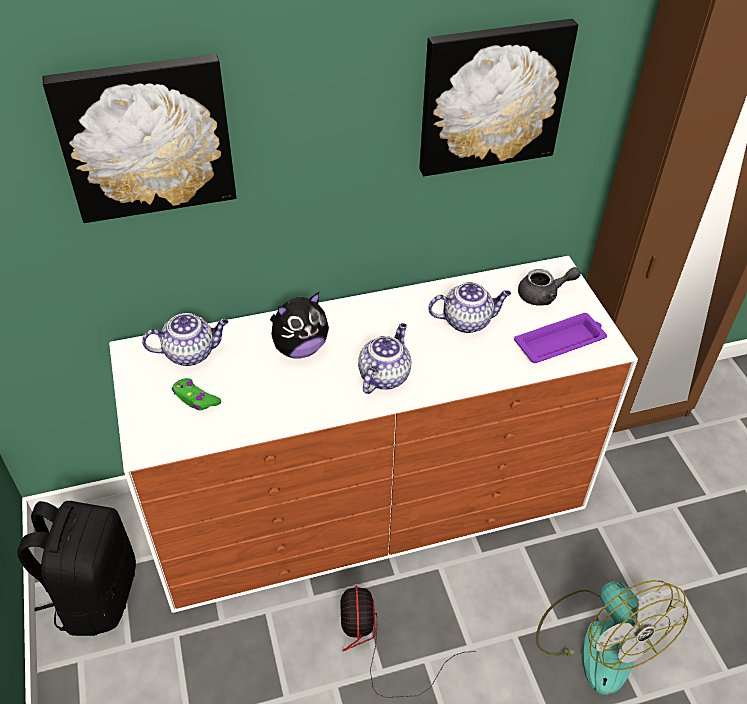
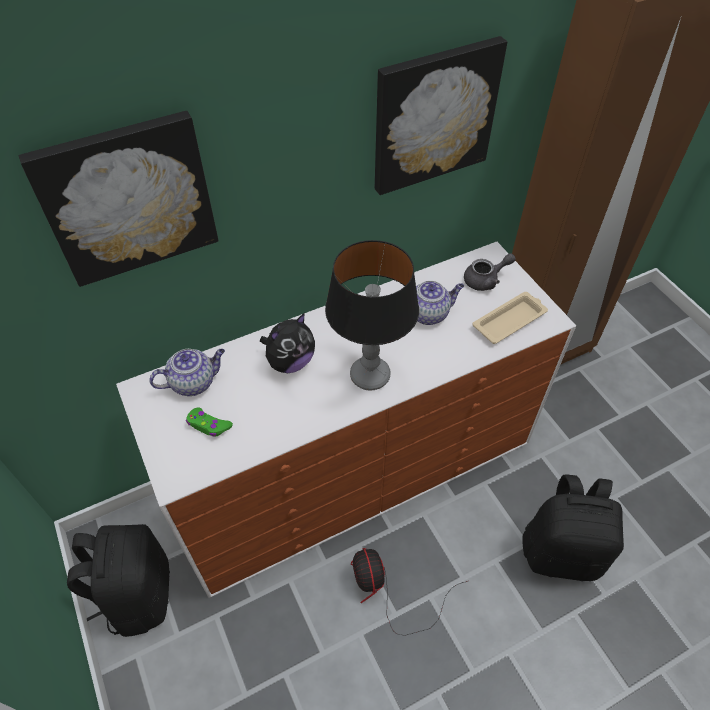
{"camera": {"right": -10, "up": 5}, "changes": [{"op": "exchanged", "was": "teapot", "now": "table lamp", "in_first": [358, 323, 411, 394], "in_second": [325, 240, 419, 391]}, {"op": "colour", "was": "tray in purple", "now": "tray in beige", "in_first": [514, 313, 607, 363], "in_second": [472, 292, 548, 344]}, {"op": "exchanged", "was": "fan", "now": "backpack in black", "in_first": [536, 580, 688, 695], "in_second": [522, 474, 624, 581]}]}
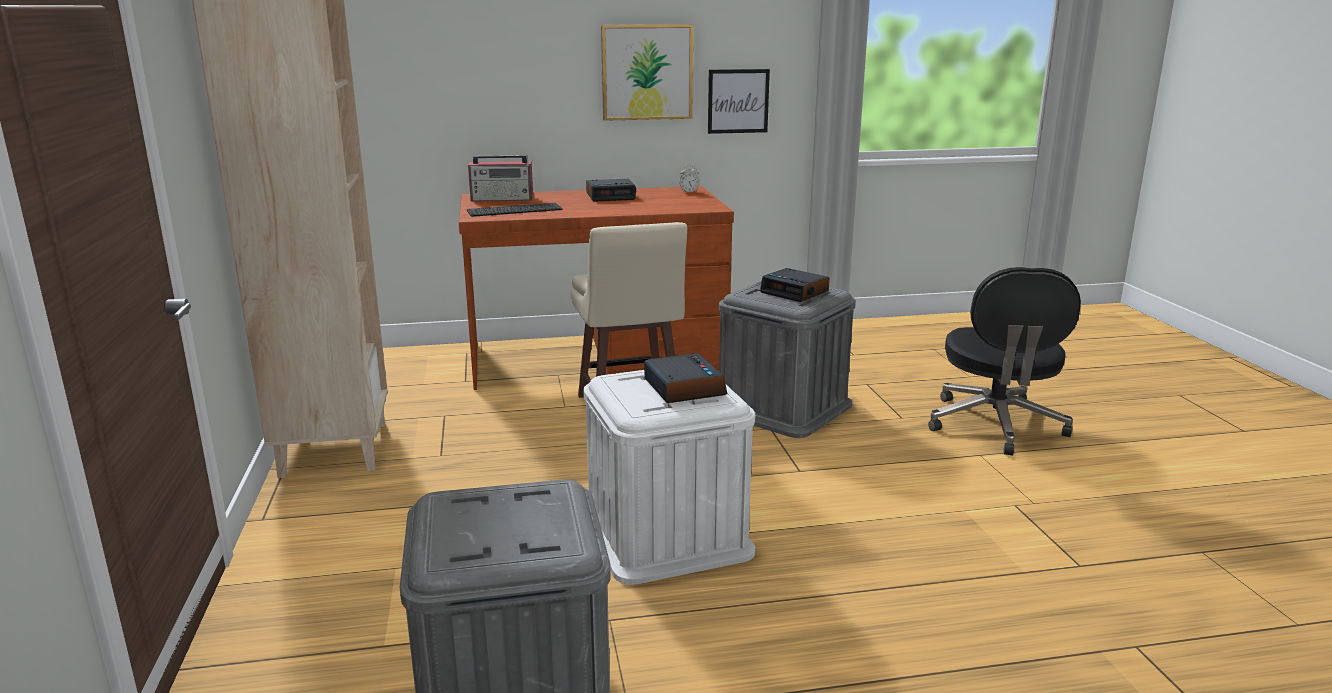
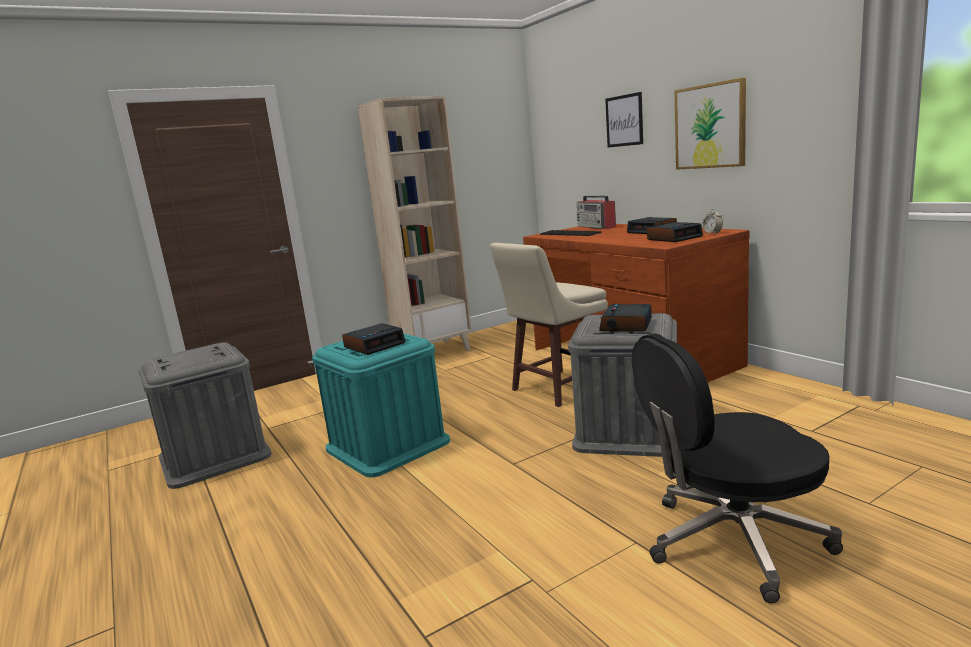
{"camera": {"right": 70, "up": -5}, "changes": [{"op": "colour", "was": "storage box in white", "now": "storage box in turquoise", "in_first": [583, 370, 755, 585], "in_second": [312, 333, 450, 477]}, {"op": "relocated", "was": "picture", "in_first": [708, 69, 770, 134], "in_second": [605, 92, 643, 148]}, {"op": "appeared", "now": "alarm clock", "in_second": [647, 222, 703, 242]}]}
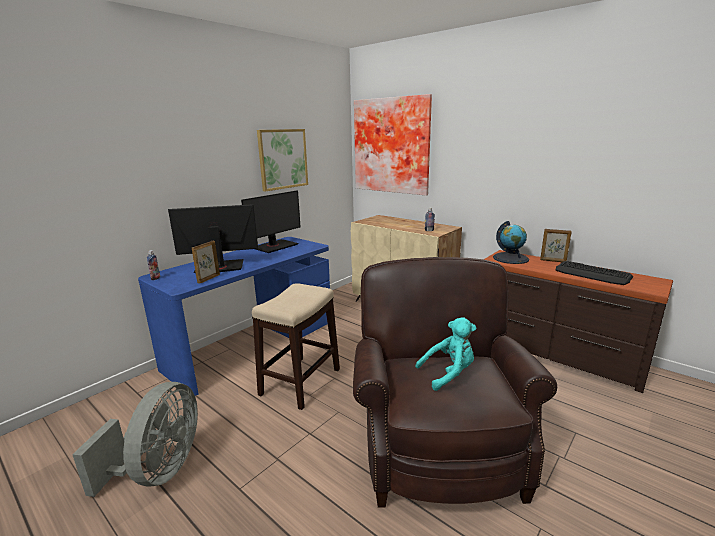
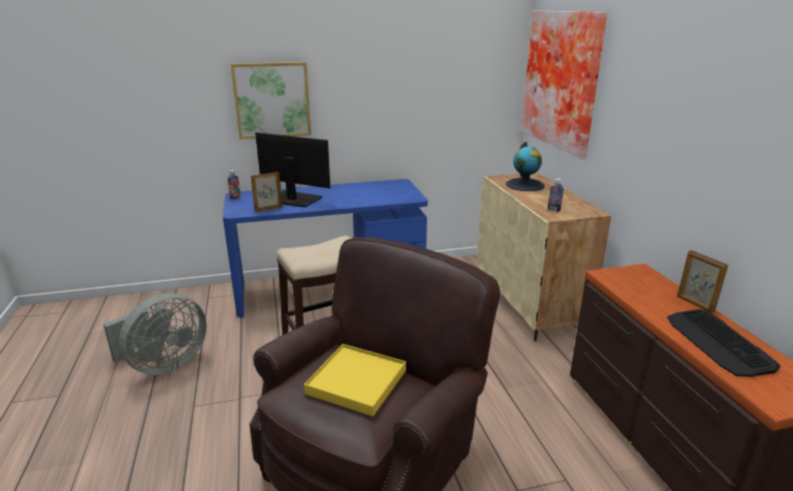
{"camera": {"right": 35, "up": 5}, "changes": [{"op": "relocated", "was": "picture", "in_first": [257, 129, 308, 192], "in_second": [230, 62, 311, 139]}, {"op": "exchanged", "was": "plush toy in turquoise", "now": "tray in yellow", "in_first": [415, 317, 477, 391], "in_second": [304, 344, 406, 416]}, {"op": "relocated", "was": "globe", "in_first": [493, 221, 529, 264], "in_second": [506, 142, 545, 191]}, {"op": "missing", "was": "monitor", "in_first": [241, 190, 301, 253]}]}
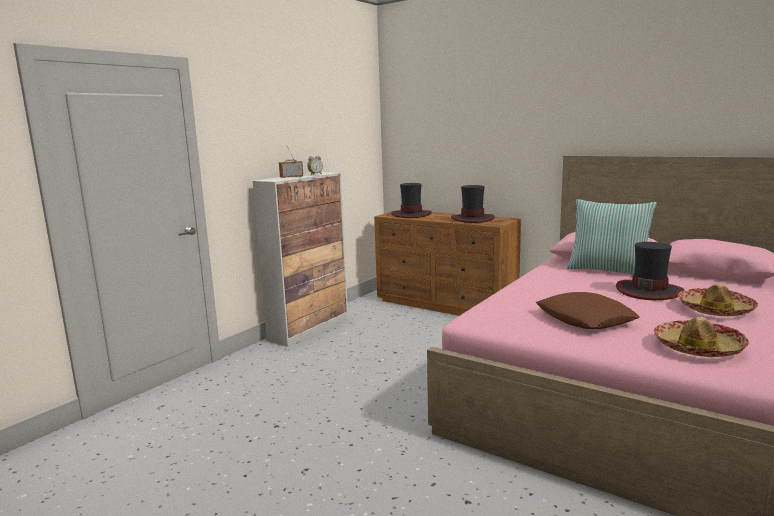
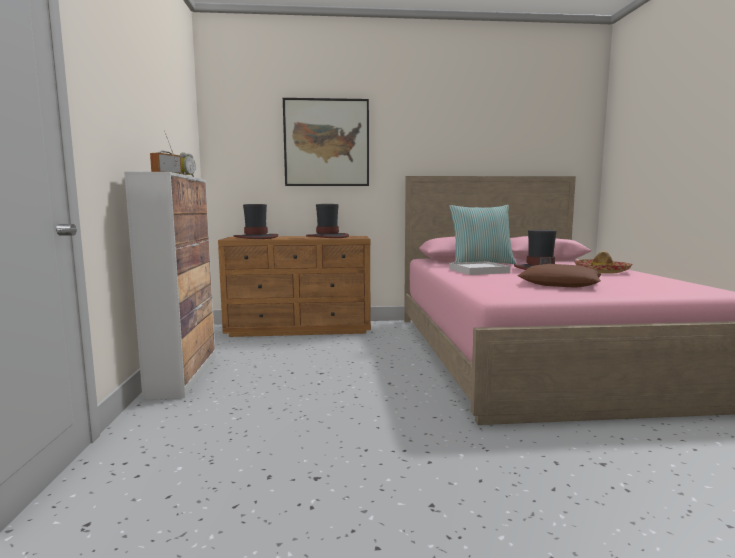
{"camera": {"right": -40, "up": -5}, "changes": [{"op": "appeared", "now": "picture", "in_second": [283, 98, 369, 186]}, {"op": "appeared", "now": "tray in white", "in_second": [449, 261, 511, 275]}, {"op": "missing", "was": "hat", "in_first": [654, 317, 749, 357]}]}
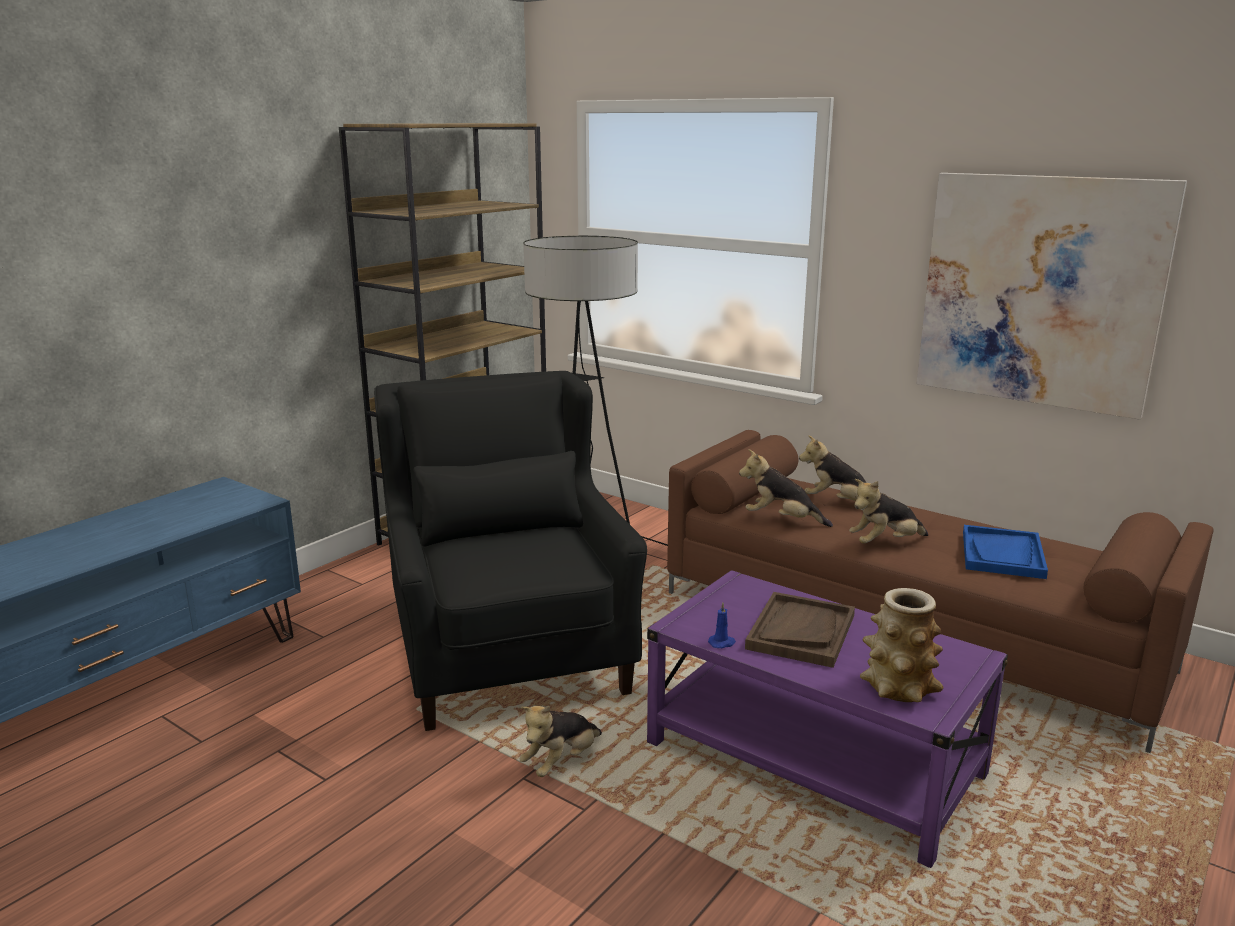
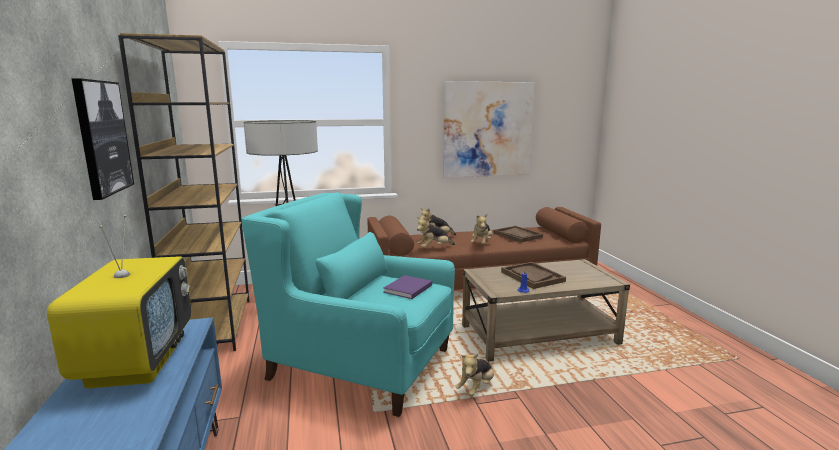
{"camera": {"right": -50, "up": -5}, "changes": [{"op": "appeared", "now": "television", "in_second": [47, 215, 191, 389]}, {"op": "appeared", "now": "picture", "in_second": [71, 78, 134, 200]}, {"op": "colour", "was": "armchair in black", "now": "armchair in turquoise", "in_first": [374, 371, 647, 731], "in_second": [242, 192, 455, 417]}, {"op": "appeared", "now": "book in purple", "in_second": [384, 275, 432, 299]}, {"op": "spun", "was": "plush toy", "in_first": [520, 706, 602, 777], "in_second": [455, 354, 494, 396], "clockwise": 45}, {"op": "colour", "was": "coffee table in purple", "now": "coffee table in beige", "in_first": [647, 570, 1008, 868], "in_second": [462, 259, 630, 361]}, {"op": "colour", "was": "tray in blue", "now": "tray in brown", "in_first": [963, 525, 1048, 579], "in_second": [493, 226, 543, 243]}, {"op": "missing", "was": "vase", "in_first": [860, 588, 943, 702]}]}
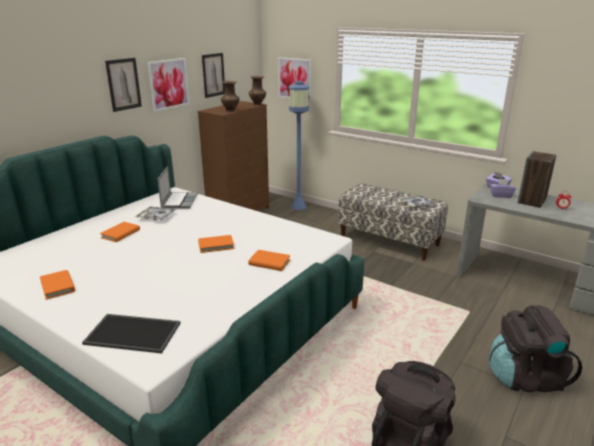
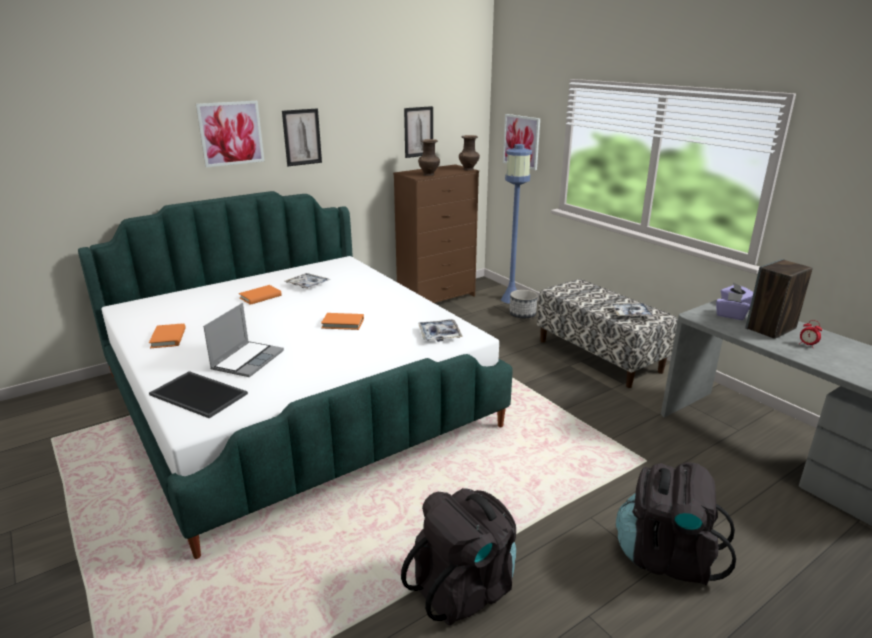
{"camera": {"right": 20, "up": 0}, "changes": [{"op": "relocated", "was": "picture", "in_first": [147, 58, 190, 112], "in_second": [196, 101, 264, 167]}, {"op": "relocated", "was": "laptop", "in_first": [157, 166, 198, 208], "in_second": [203, 303, 284, 377]}, {"op": "appeared", "now": "tray", "in_second": [418, 319, 463, 342]}, {"op": "appeared", "now": "planter", "in_second": [509, 290, 538, 318]}, {"op": "missing", "was": "book in orange", "in_first": [248, 250, 291, 271]}]}
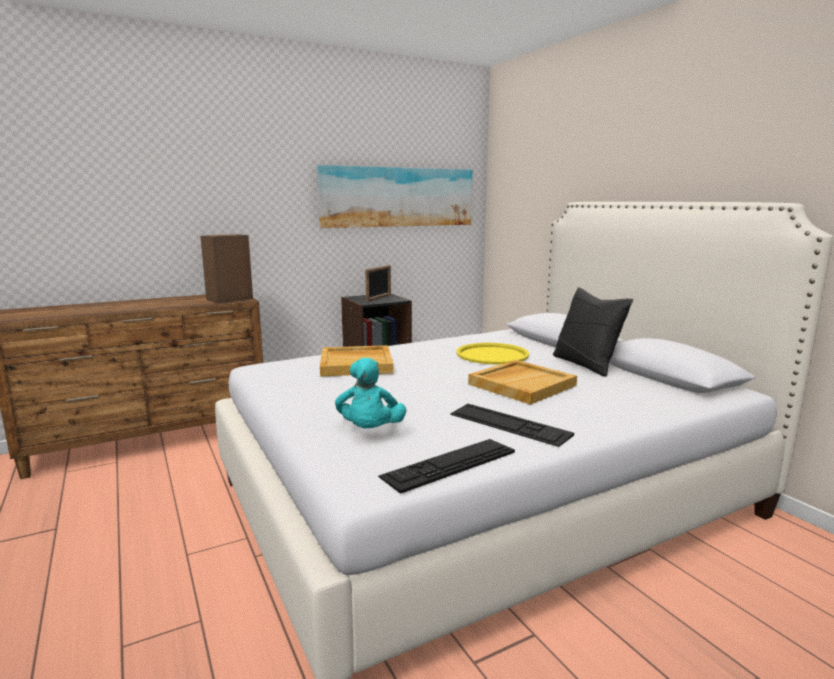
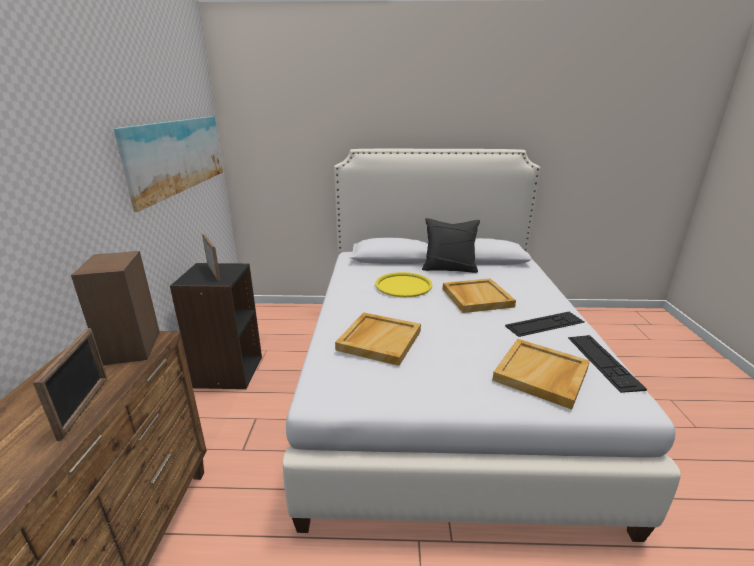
{"camera": {"right": -60, "up": 10}, "changes": [{"op": "appeared", "now": "picture frame", "in_second": [33, 328, 107, 441]}, {"op": "exchanged", "was": "plush toy in turquoise", "now": "tray in beige", "in_first": [335, 358, 406, 428], "in_second": [492, 339, 590, 410]}]}
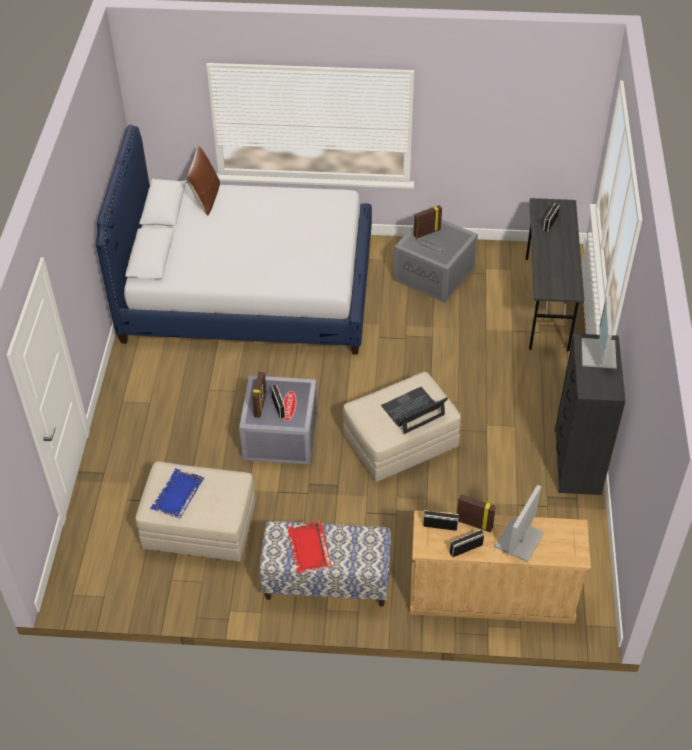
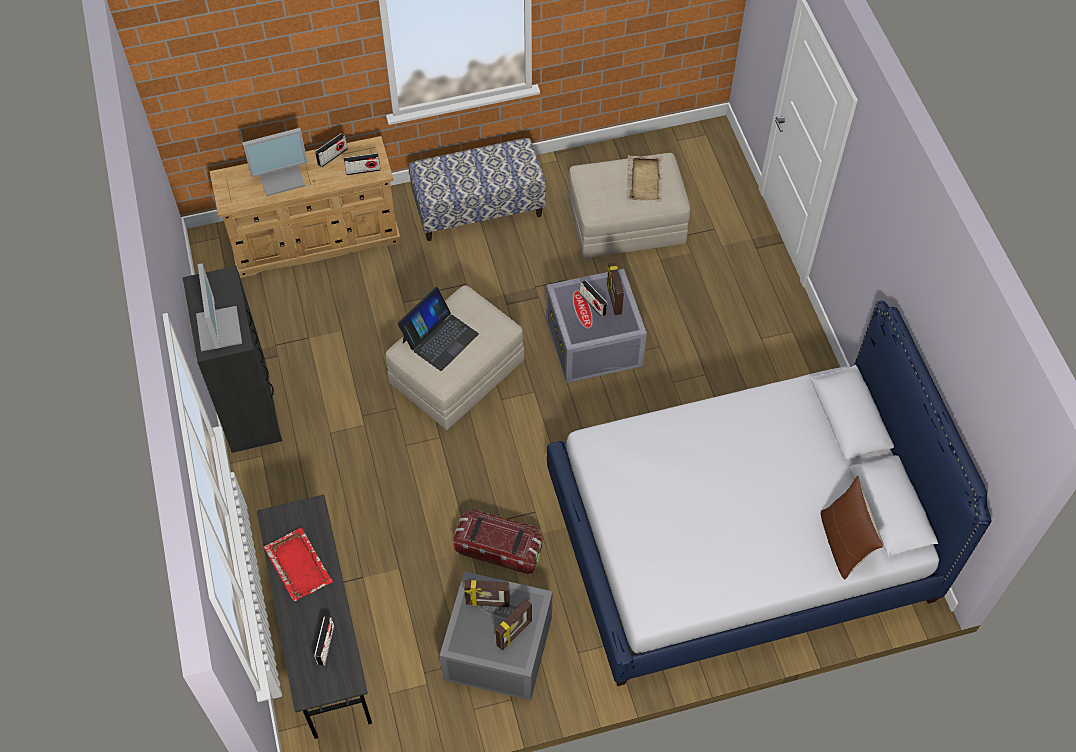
{"camera": {"right": 160, "up": 10}, "changes": [{"op": "spun", "was": "monitor", "in_first": [495, 485, 544, 562], "in_second": [242, 128, 308, 196], "clockwise": 60}, {"op": "relocated", "was": "tray in red", "in_first": [287, 520, 332, 573], "in_second": [264, 527, 333, 601]}, {"op": "appeared", "now": "storage box", "in_second": [453, 509, 542, 574]}, {"op": "relocated", "was": "picture frame", "in_first": [457, 494, 496, 533], "in_second": [464, 580, 510, 607]}, {"op": "colour", "was": "tray in blue", "now": "tray in beige", "in_first": [150, 468, 205, 519], "in_second": [627, 155, 663, 202]}]}
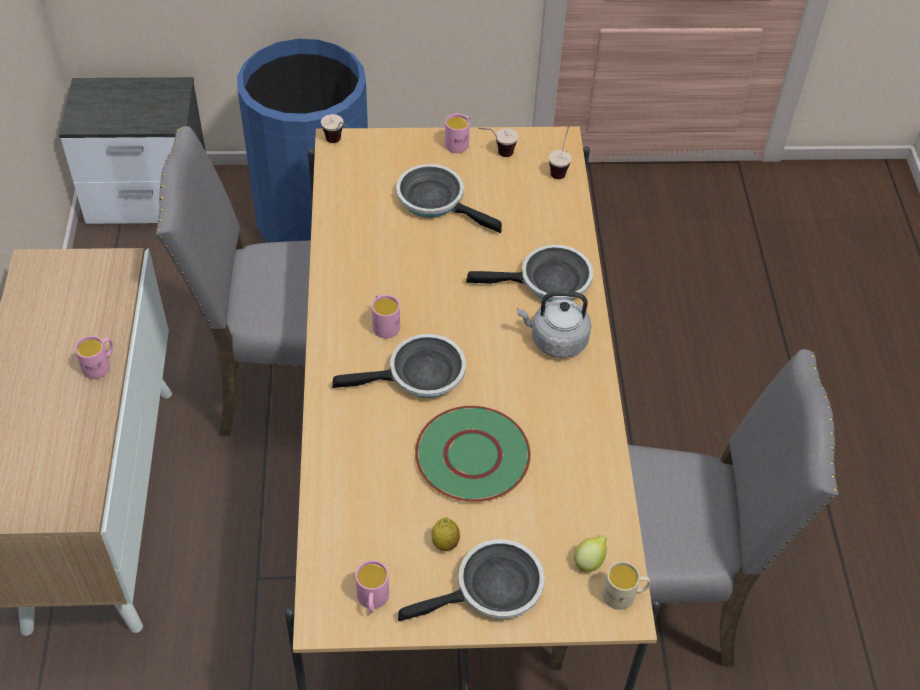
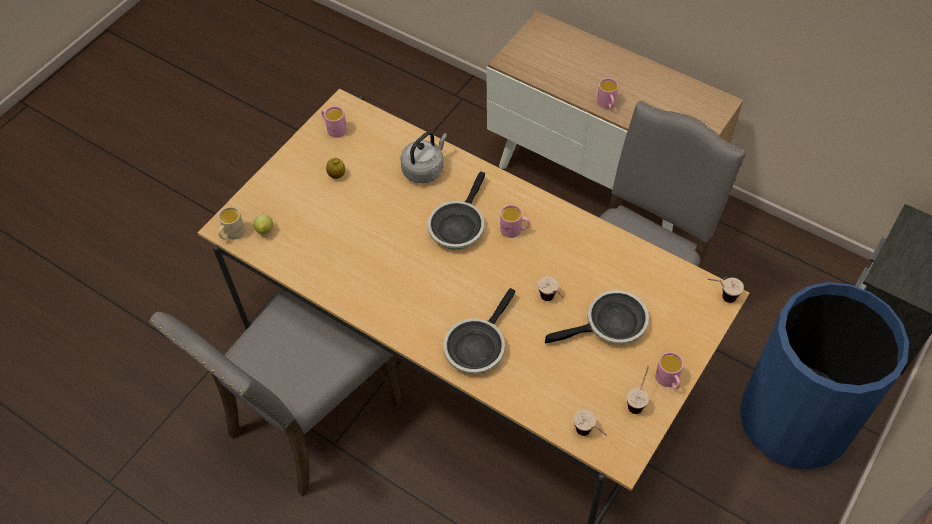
{"camera": {"right": 130, "up": 5}, "changes": [{"op": "relocated", "was": "kettle in grey", "in_first": [517, 291, 591, 358], "in_second": [400, 131, 447, 183]}, {"op": "appeared", "now": "cup", "in_second": [538, 276, 564, 301]}, {"op": "missing", "was": "frying pan", "in_first": [398, 539, 544, 621]}, {"op": "missing", "was": "plate in green", "in_first": [415, 406, 531, 502]}]}
